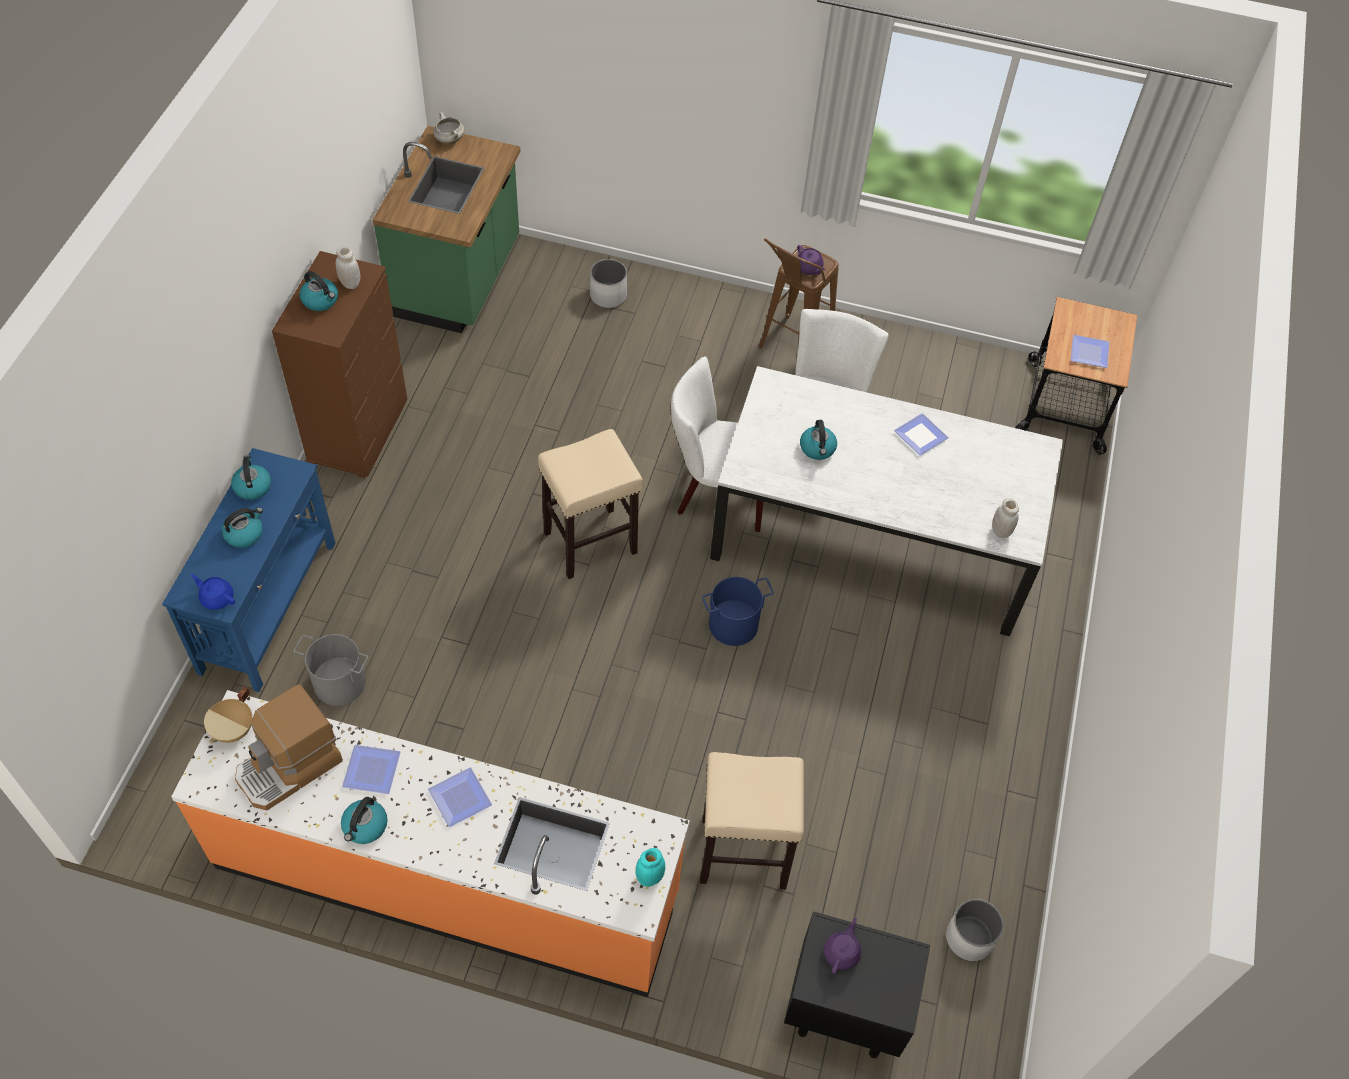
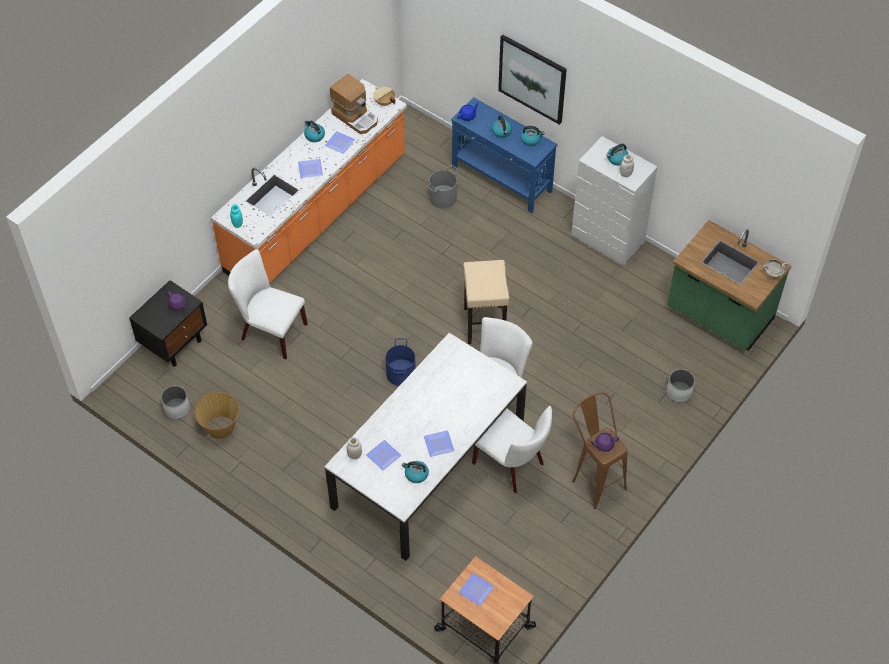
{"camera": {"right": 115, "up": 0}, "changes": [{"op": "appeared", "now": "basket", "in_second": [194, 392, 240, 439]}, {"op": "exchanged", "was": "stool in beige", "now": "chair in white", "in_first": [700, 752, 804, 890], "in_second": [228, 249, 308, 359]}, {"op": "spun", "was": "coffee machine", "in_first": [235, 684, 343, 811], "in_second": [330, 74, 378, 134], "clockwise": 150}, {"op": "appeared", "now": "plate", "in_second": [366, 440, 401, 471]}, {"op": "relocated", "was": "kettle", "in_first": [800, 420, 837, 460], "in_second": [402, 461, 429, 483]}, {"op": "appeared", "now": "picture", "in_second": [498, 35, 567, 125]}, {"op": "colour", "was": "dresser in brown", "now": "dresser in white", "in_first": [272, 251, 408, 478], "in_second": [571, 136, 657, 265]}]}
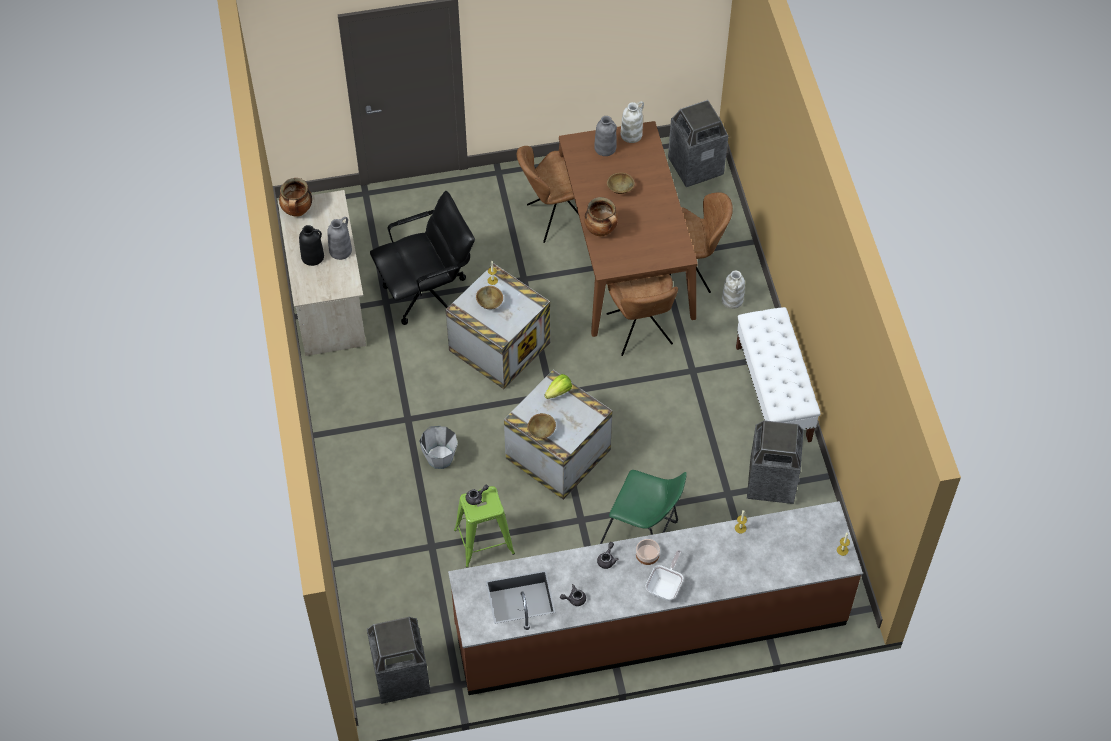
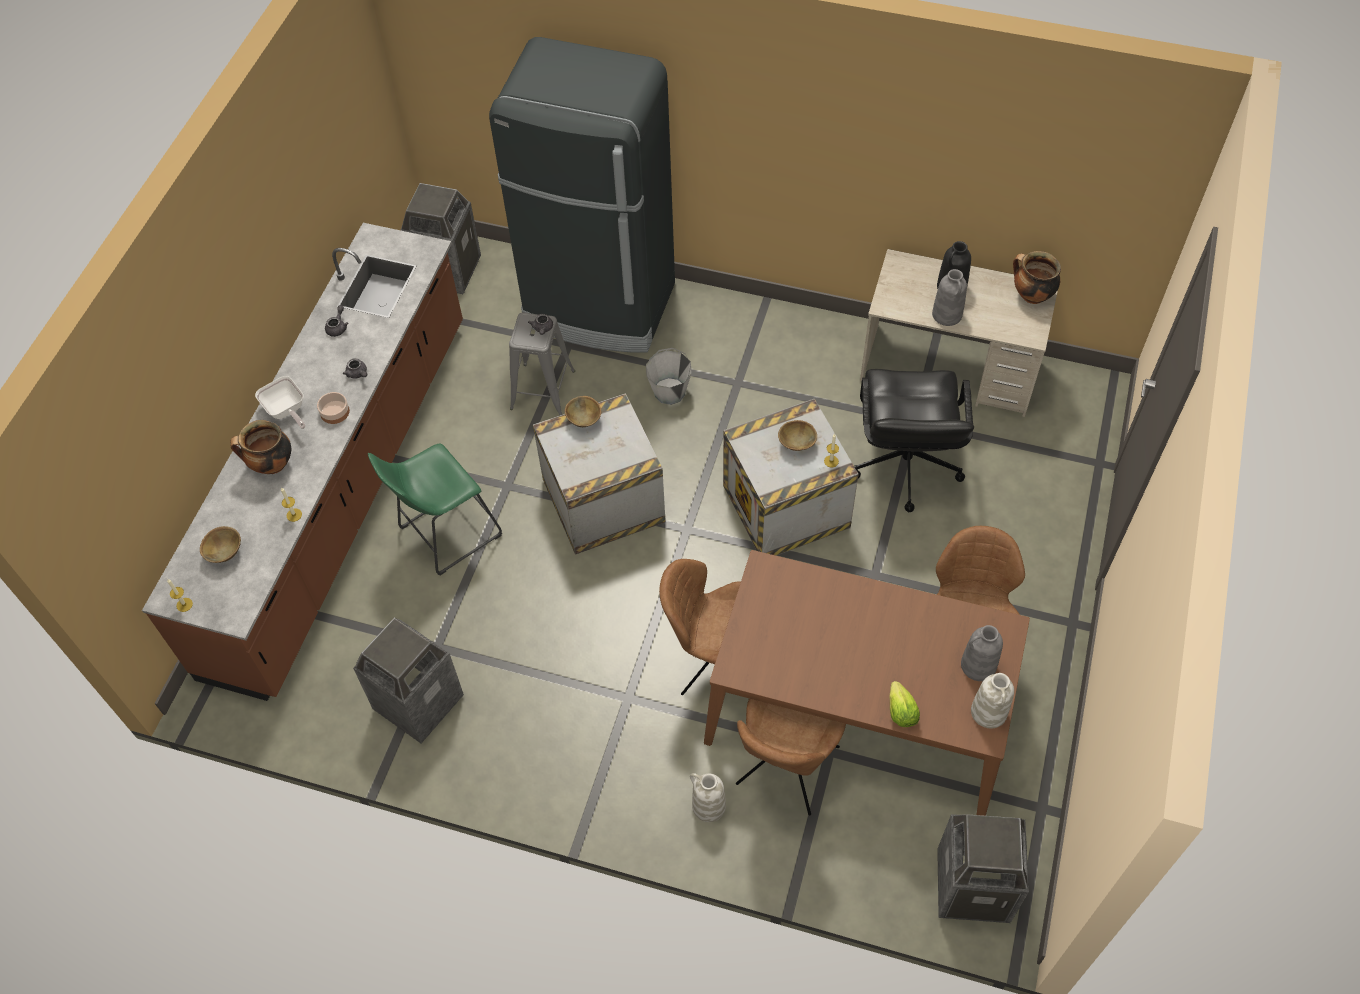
{"camera": {"right": 120, "up": 0}, "changes": [{"op": "relocated", "was": "bowl in brown", "in_first": [607, 173, 635, 194], "in_second": [200, 526, 241, 563]}, {"op": "relocated", "was": "cooking pot", "in_first": [584, 197, 618, 236], "in_second": [231, 420, 292, 474]}, {"op": "appeared", "now": "fridge in black", "in_second": [489, 37, 675, 353]}, {"op": "colour", "was": "stool in green", "now": "stool in grey", "in_first": [454, 486, 515, 568], "in_second": [509, 312, 575, 416]}, {"op": "relocated", "was": "lettuce", "in_first": [544, 374, 572, 399], "in_second": [889, 681, 920, 727]}, {"op": "missing", "was": "bench in white", "in_first": [736, 307, 821, 442]}]}
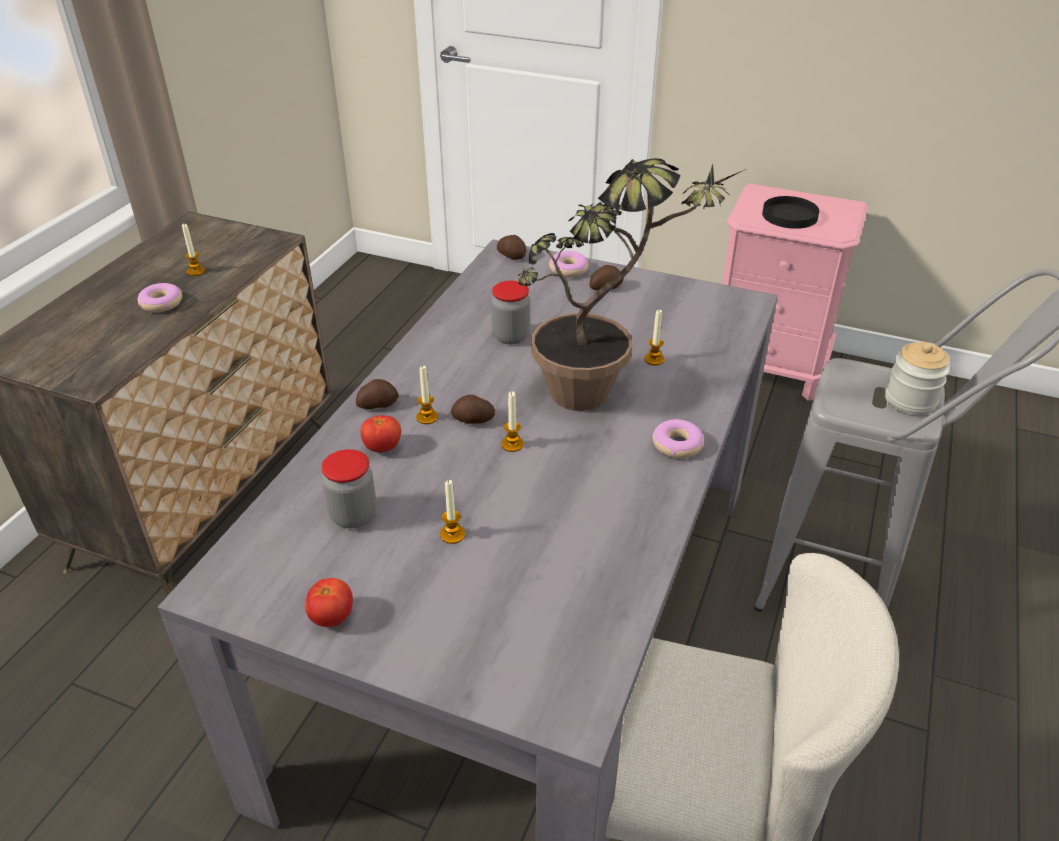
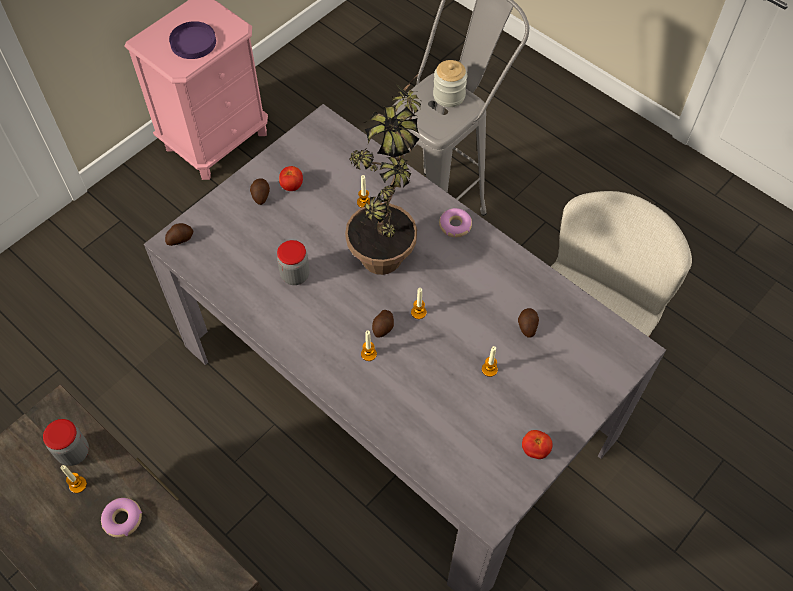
{"camera": {"right": -70, "up": 20}, "changes": [{"op": "relocated", "was": "jar", "in_first": [321, 449, 377, 528], "in_second": [43, 419, 89, 466]}, {"op": "colour", "was": "plate in black", "now": "plate in purple", "in_first": [762, 196, 819, 229], "in_second": [169, 21, 216, 59]}, {"op": "relocated", "was": "tomato", "in_first": [361, 415, 401, 452], "in_second": [279, 166, 303, 191]}, {"op": "relocated", "was": "potato", "in_first": [356, 379, 399, 409], "in_second": [518, 308, 539, 338]}, {"op": "missing", "was": "donut", "in_first": [549, 251, 588, 278]}]}
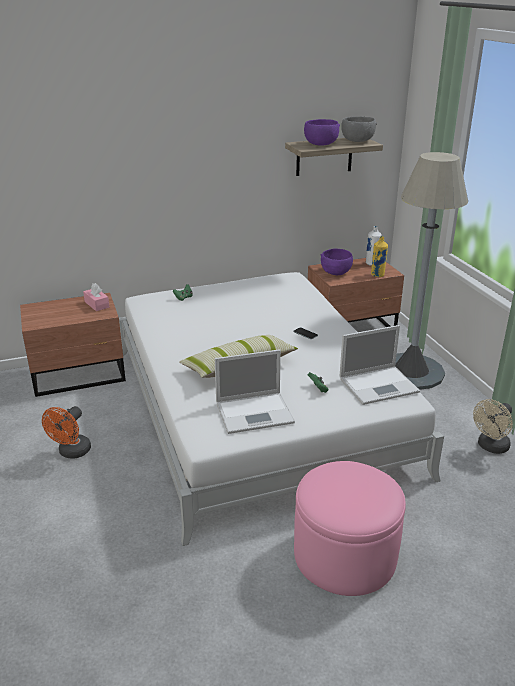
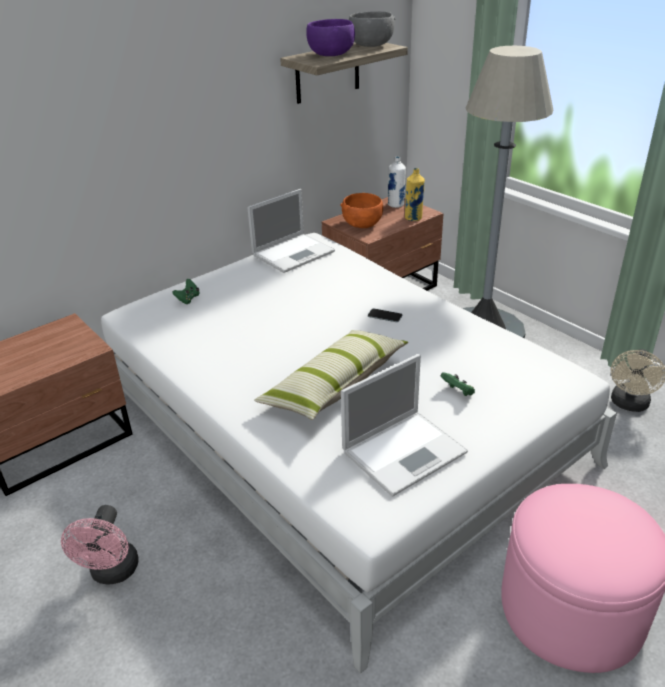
{"camera": {"right": -20, "up": 5}, "changes": [{"op": "colour", "was": "fan in orange", "now": "fan in pink", "in_first": [42, 406, 91, 459], "in_second": [61, 505, 139, 584]}, {"op": "relocated", "was": "laptop", "in_first": [340, 325, 420, 405], "in_second": [247, 189, 335, 273]}, {"op": "colour", "was": "bowl in purple", "now": "bowl in orange", "in_first": [321, 249, 353, 275], "in_second": [341, 193, 383, 228]}, {"op": "missing", "was": "tissue box in pink", "in_first": [83, 283, 109, 311]}]}
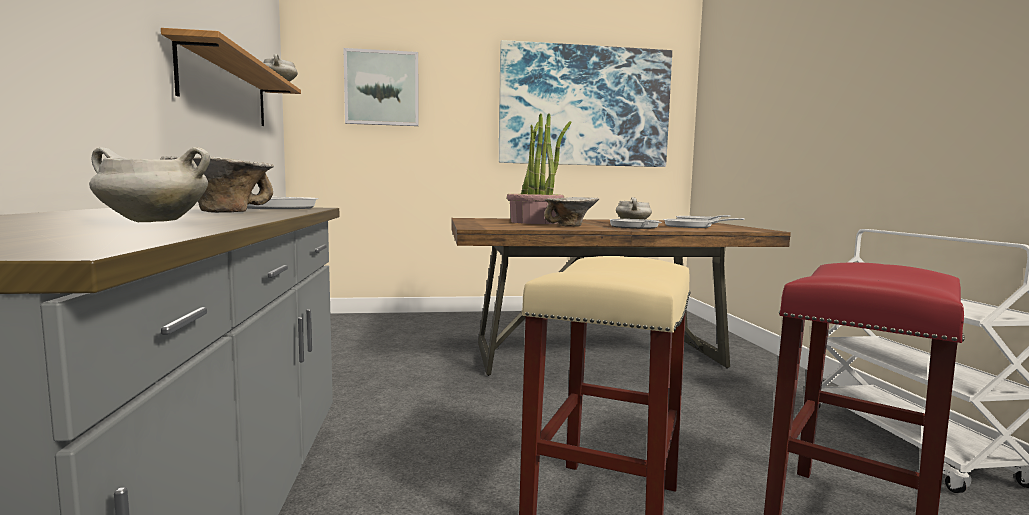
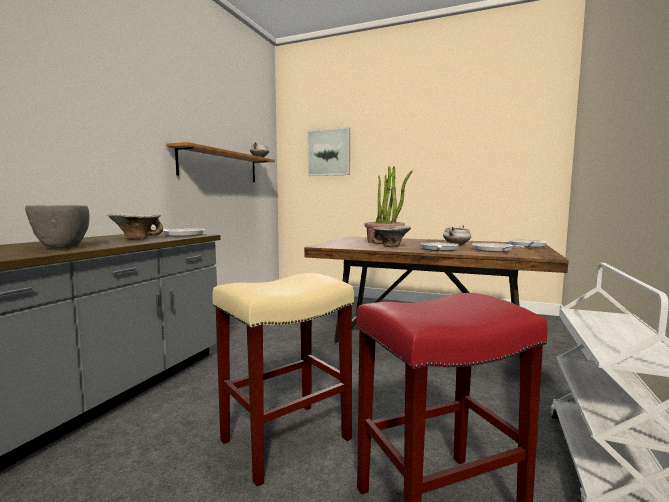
{"camera": {"right": 30, "up": 0}, "changes": [{"op": "exchanged", "was": "cooking pot in white", "now": "bowl in grey", "in_first": [89, 147, 210, 222], "in_second": [25, 205, 90, 248]}, {"op": "missing", "was": "picture", "in_first": [499, 40, 672, 167]}]}
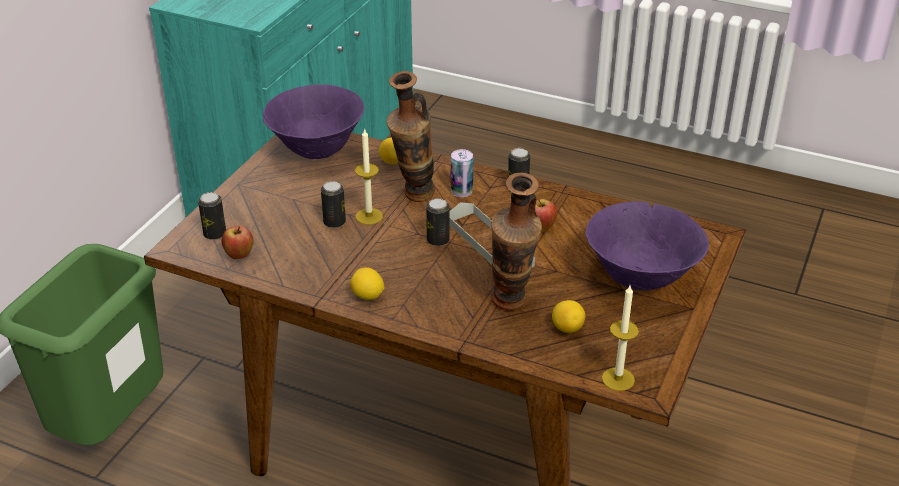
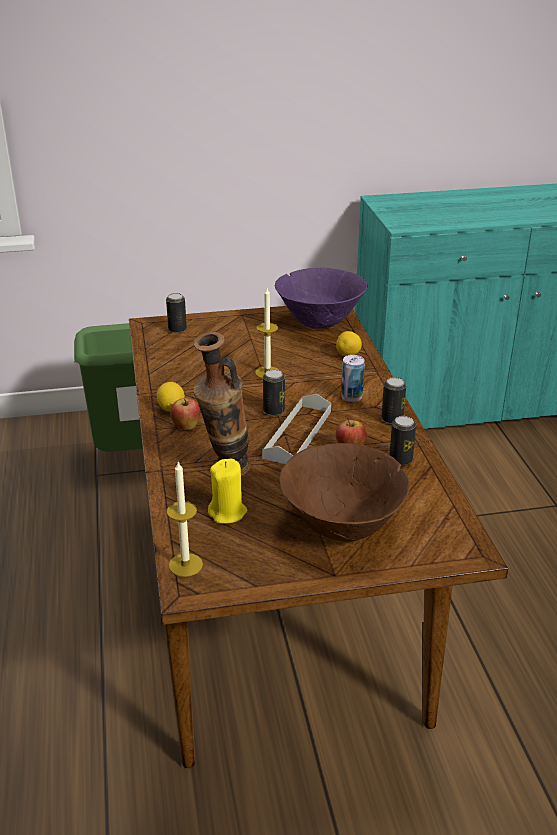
{"camera": {"right": 55, "up": -5}, "changes": [{"op": "relocated", "was": "apple", "in_first": [222, 226, 253, 259], "in_second": [170, 398, 200, 430]}, {"op": "exchanged", "was": "lemon", "now": "candle in yellow", "in_first": [552, 300, 585, 333], "in_second": [208, 459, 247, 524]}, {"op": "colour", "was": "bowl in purple", "now": "bowl in brown", "in_first": [586, 201, 709, 290], "in_second": [280, 443, 410, 542]}, {"op": "relocated", "was": "can", "in_first": [321, 181, 346, 228], "in_second": [389, 416, 416, 466]}, {"op": "missing", "was": "vase", "in_first": [387, 71, 435, 202]}]}
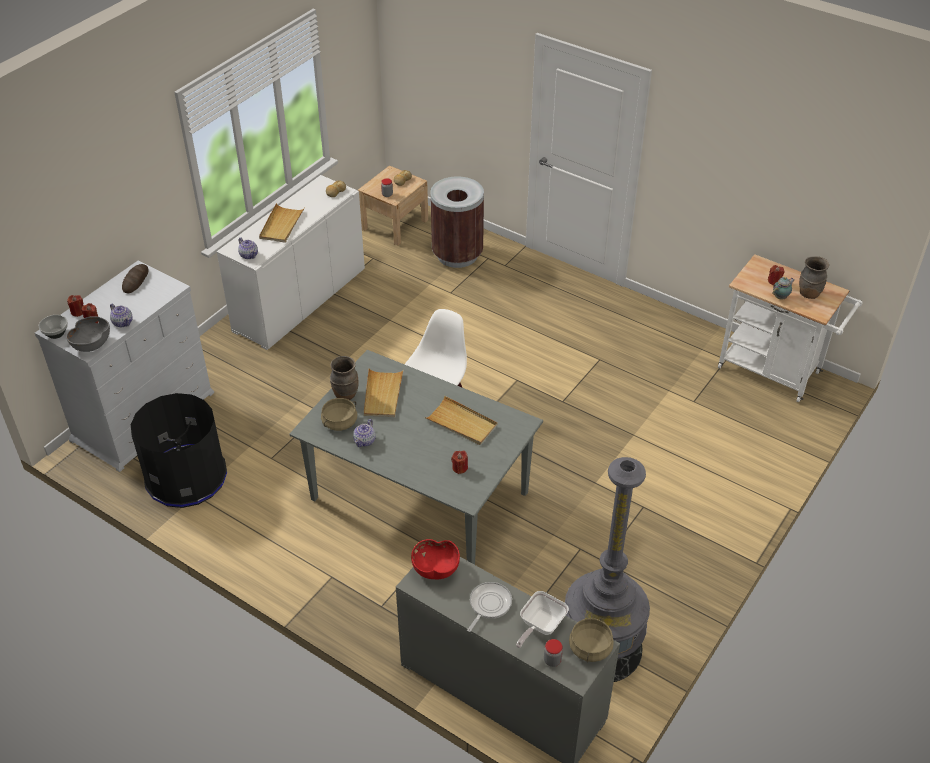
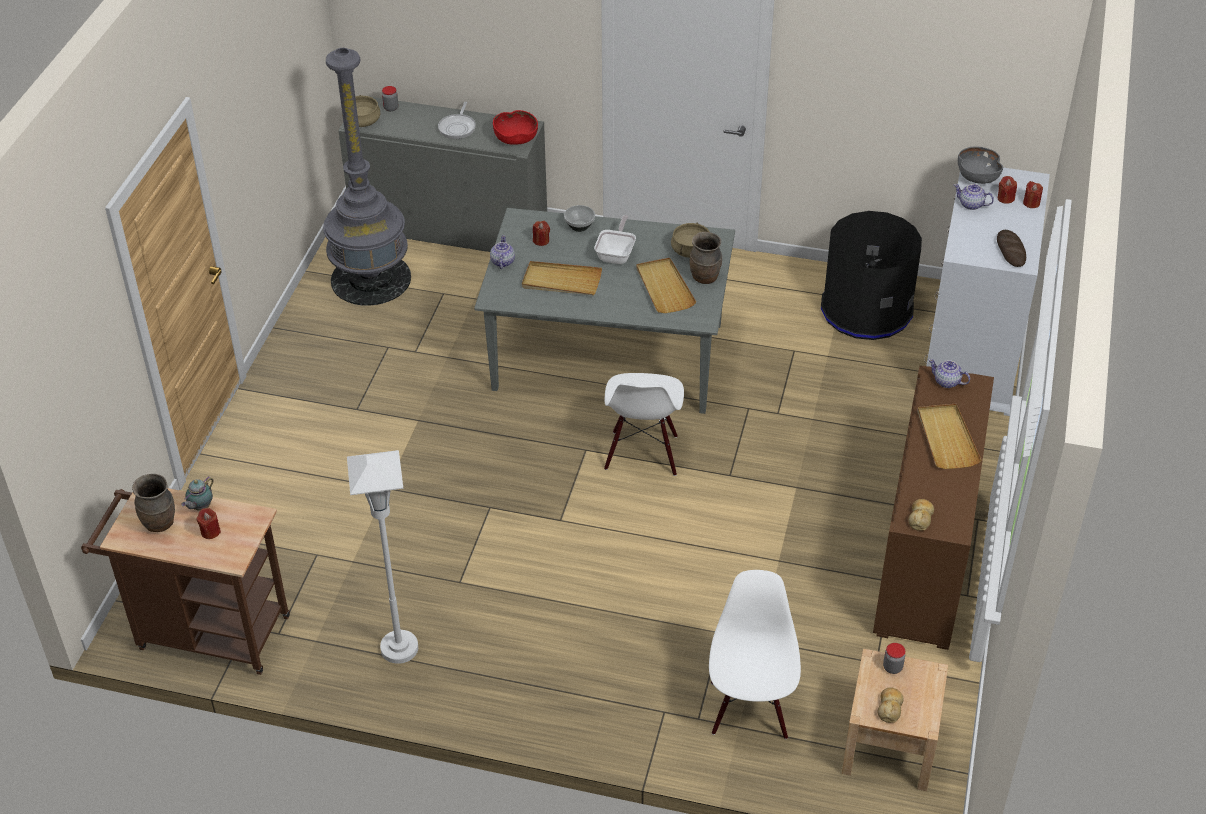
{"camera": {"right": 160, "up": 0}, "changes": [{"op": "colour", "was": "cart in white", "now": "cart in brown", "in_first": [718, 254, 863, 402], "in_second": [81, 488, 290, 675]}, {"op": "appeared", "now": "floor lamp in white", "in_second": [347, 450, 418, 664]}, {"op": "relocated", "was": "teapot", "in_first": [353, 419, 376, 447], "in_second": [490, 235, 515, 269]}, {"op": "relocated", "was": "bowl", "in_first": [39, 315, 68, 339], "in_second": [564, 205, 595, 232]}, {"op": "relocated", "was": "frying pan", "in_first": [516, 591, 569, 648], "in_second": [594, 215, 636, 264]}, {"op": "exchanged", "was": "trash can in brown", "now": "chair in white", "in_first": [430, 176, 484, 268], "in_second": [709, 570, 801, 739]}, {"op": "colour", "was": "cabinet in white", "now": "cabinet in brown", "in_first": [216, 175, 365, 350], "in_second": [873, 366, 994, 650]}]}
